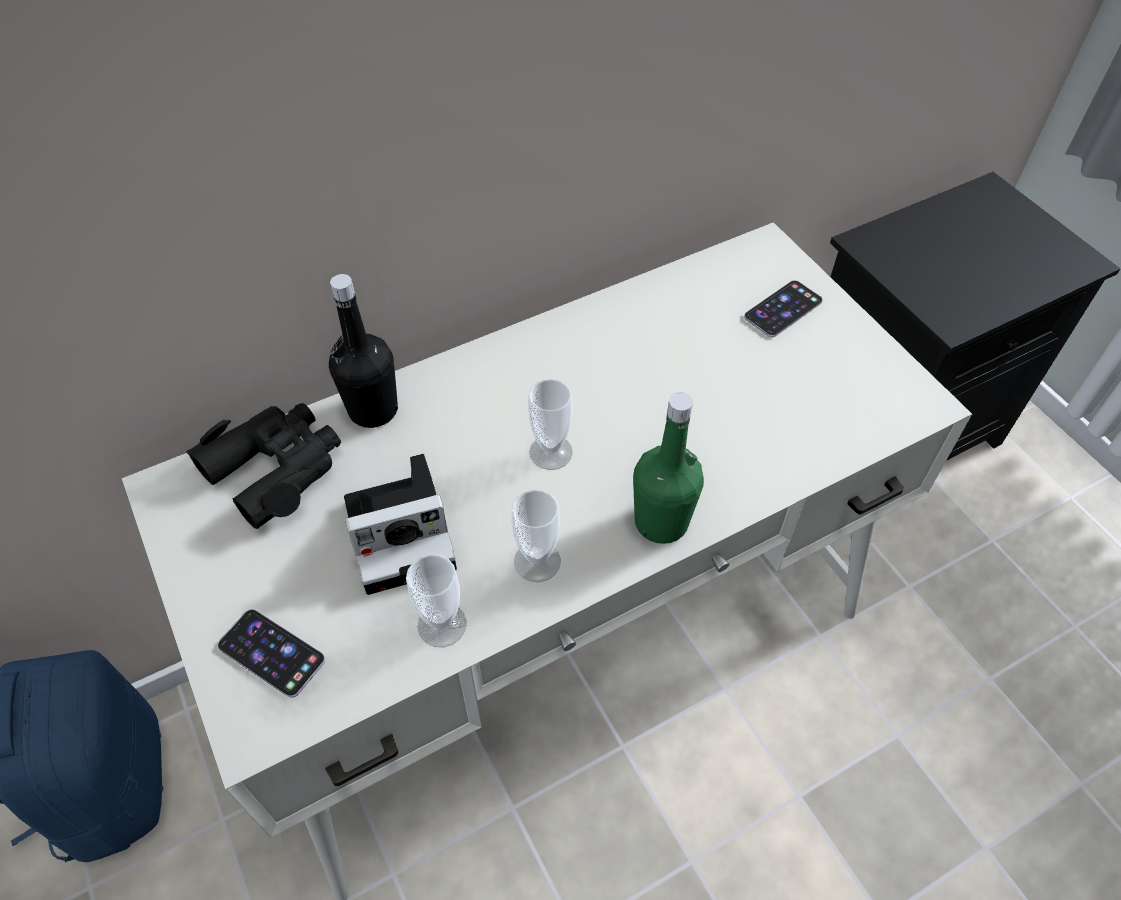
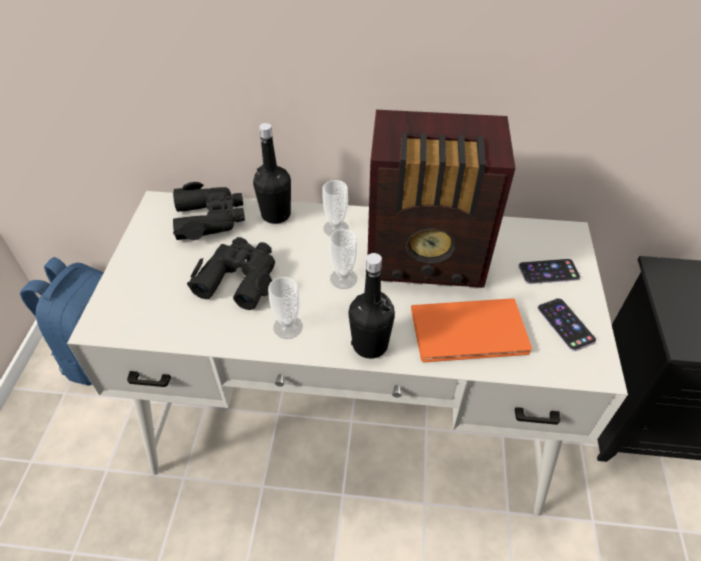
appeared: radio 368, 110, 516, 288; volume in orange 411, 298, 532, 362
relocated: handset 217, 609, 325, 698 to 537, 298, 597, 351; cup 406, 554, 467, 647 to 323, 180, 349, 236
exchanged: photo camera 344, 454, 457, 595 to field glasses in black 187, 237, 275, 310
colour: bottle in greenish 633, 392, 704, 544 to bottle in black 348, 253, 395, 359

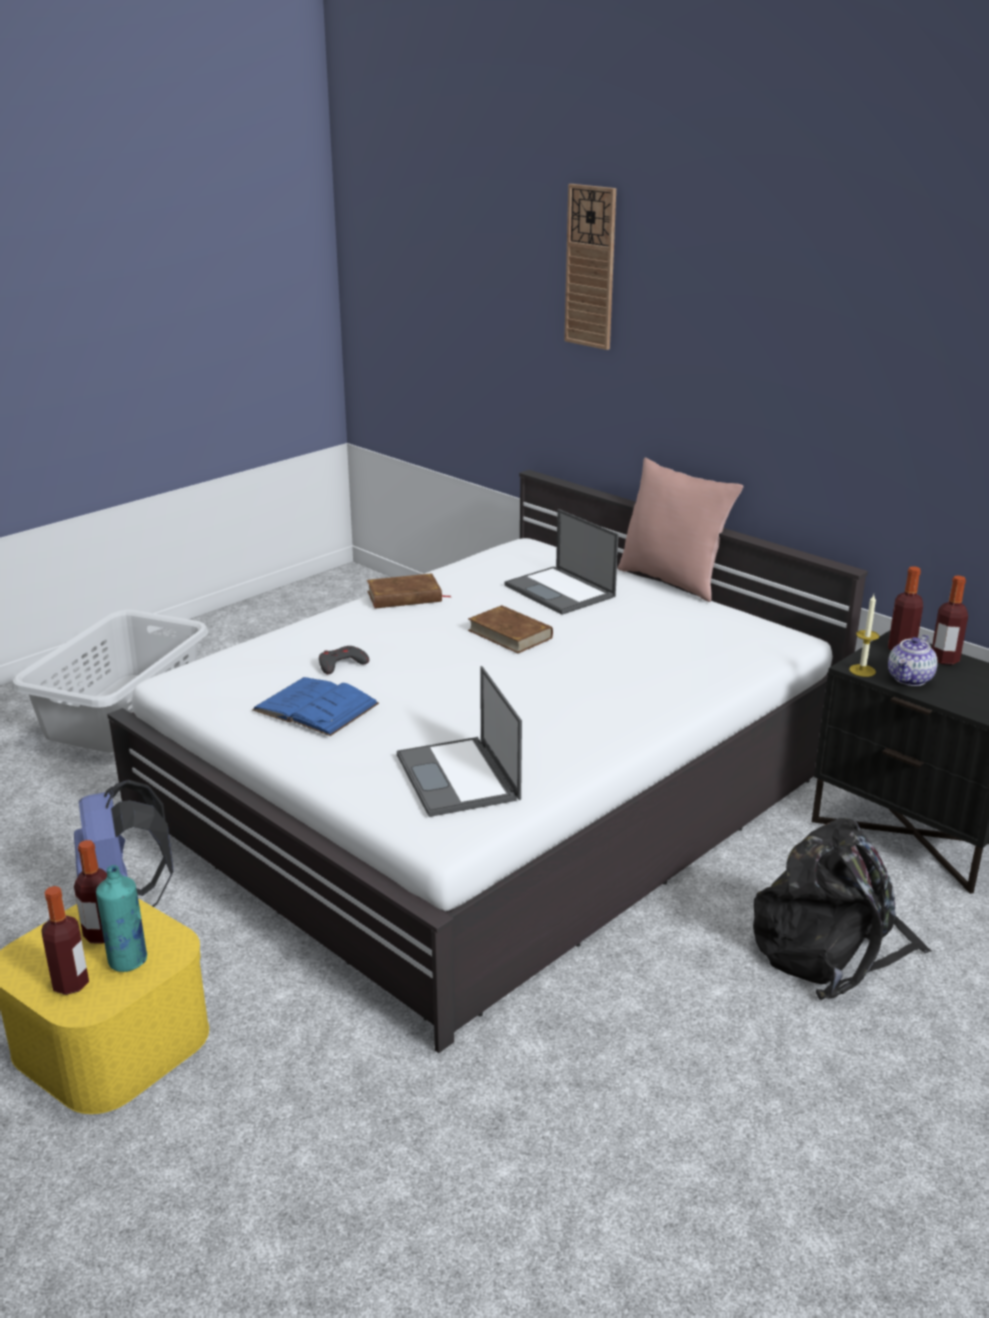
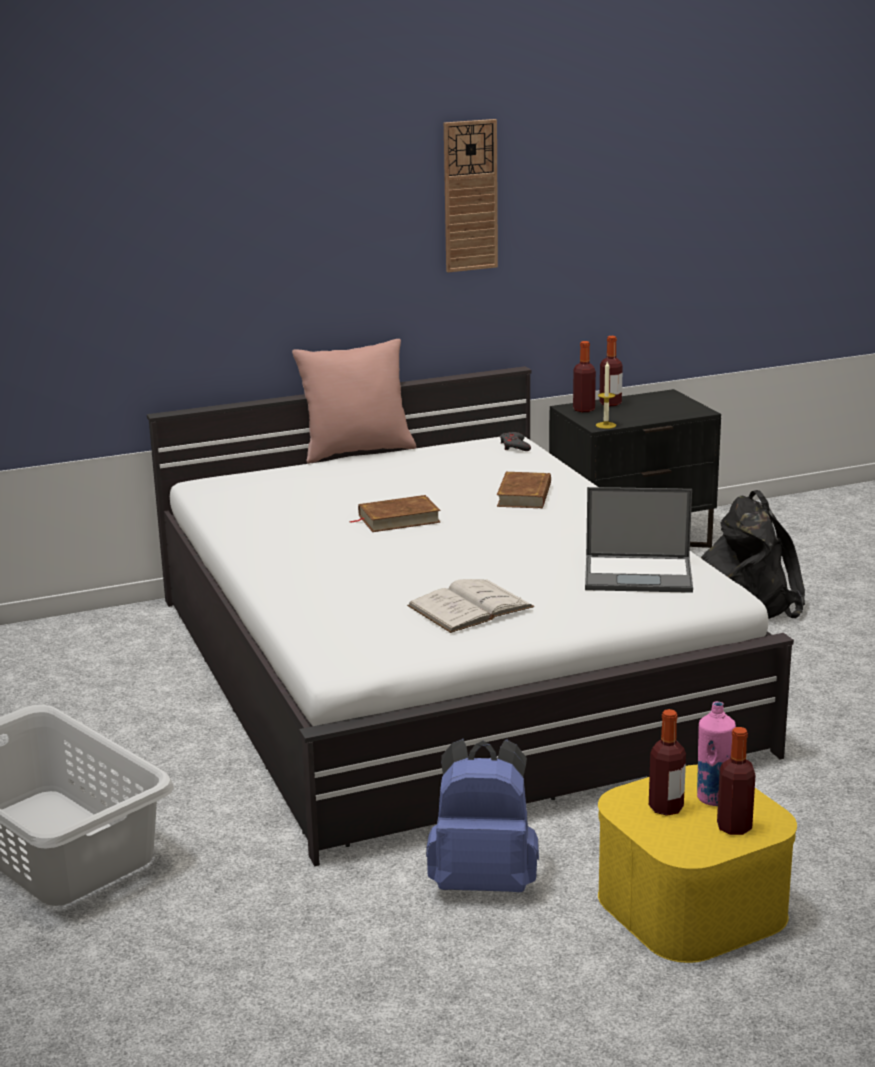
missing: notebook computer 504, 509, 619, 615; teapot 888, 635, 938, 686
relocated: gamepad in gray 319, 646, 369, 674 to 500, 432, 531, 451; volume in brown-coloured 367, 573, 451, 609 to 497, 472, 551, 508; wall clock 564, 184, 616, 350 to 444, 119, 498, 272
colour: bottle in blue-green 96, 865, 147, 972 to bottle in pink 697, 701, 736, 806; volume in bluish 252, 677, 379, 736 to volume in white 407, 579, 534, 633

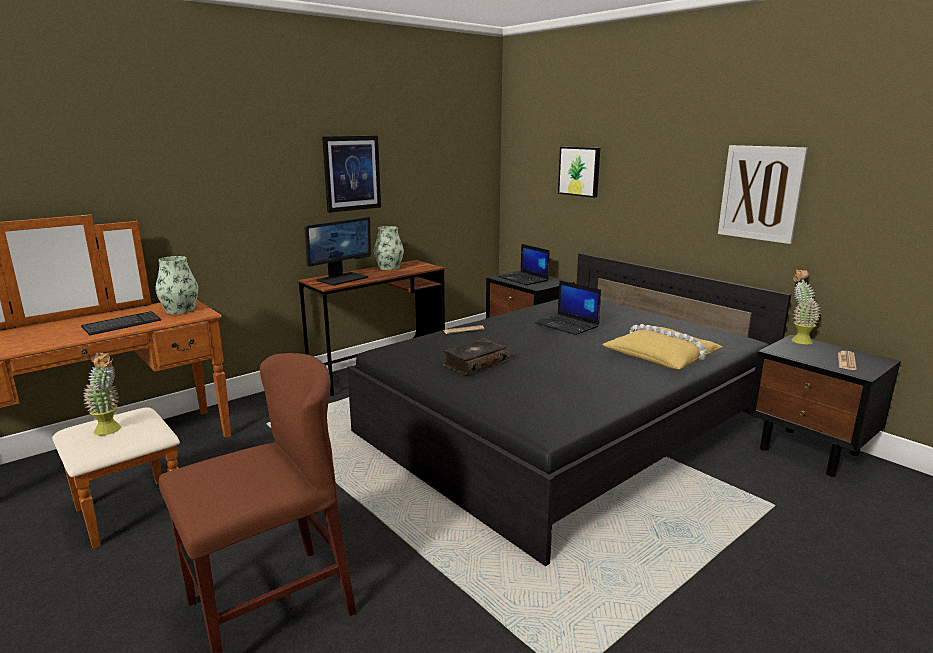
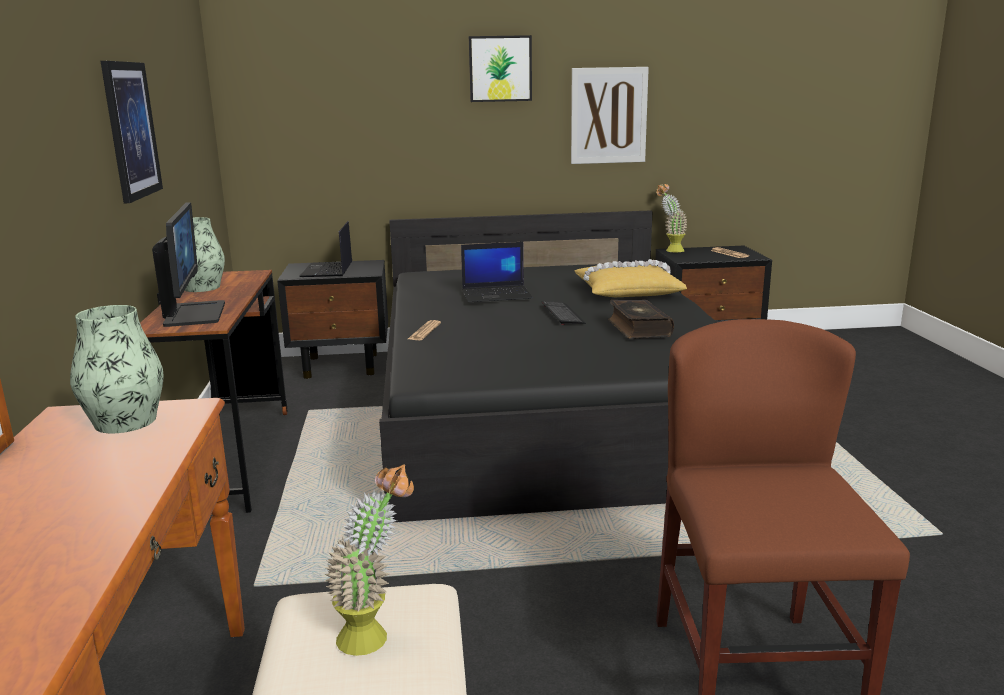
relocated: PC keyboard 81, 311, 161, 336 to 542, 301, 586, 325; volume 443, 337, 510, 376 to 608, 300, 674, 339; wall art 558, 147, 600, 198 to 469, 35, 532, 102
spun: notebook computer 499, 244, 550, 285 = 299, 221, 352, 277 90 degrees clockwise

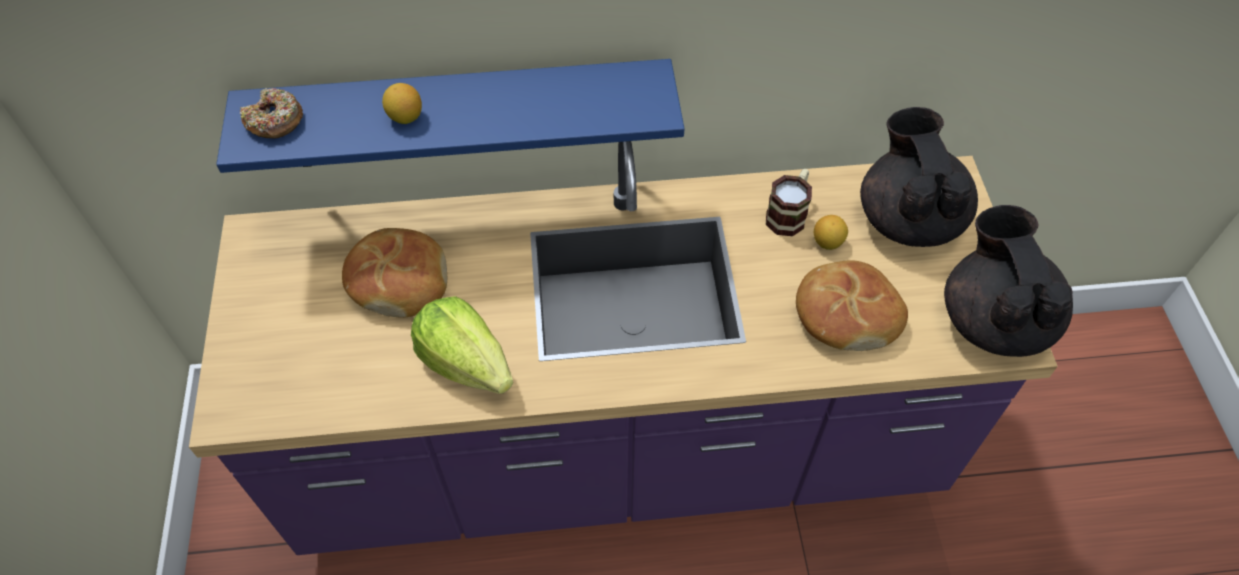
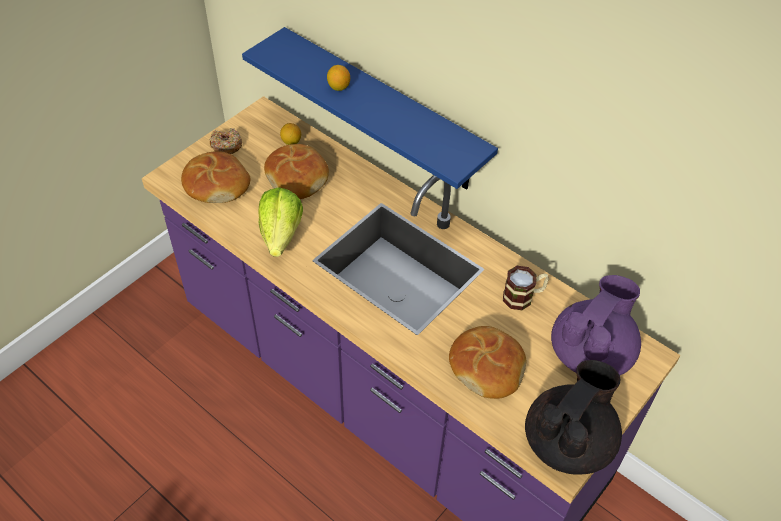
appeared: baked bread 181, 151, 251, 203
relocated: ring doughnut 240, 88, 303, 138 to 210, 128, 242, 154; citrus fruit 814, 215, 848, 250 to 280, 123, 301, 145
colour: teapot in black 860, 107, 978, 247 to teapot in purple-coloured 551, 275, 641, 375

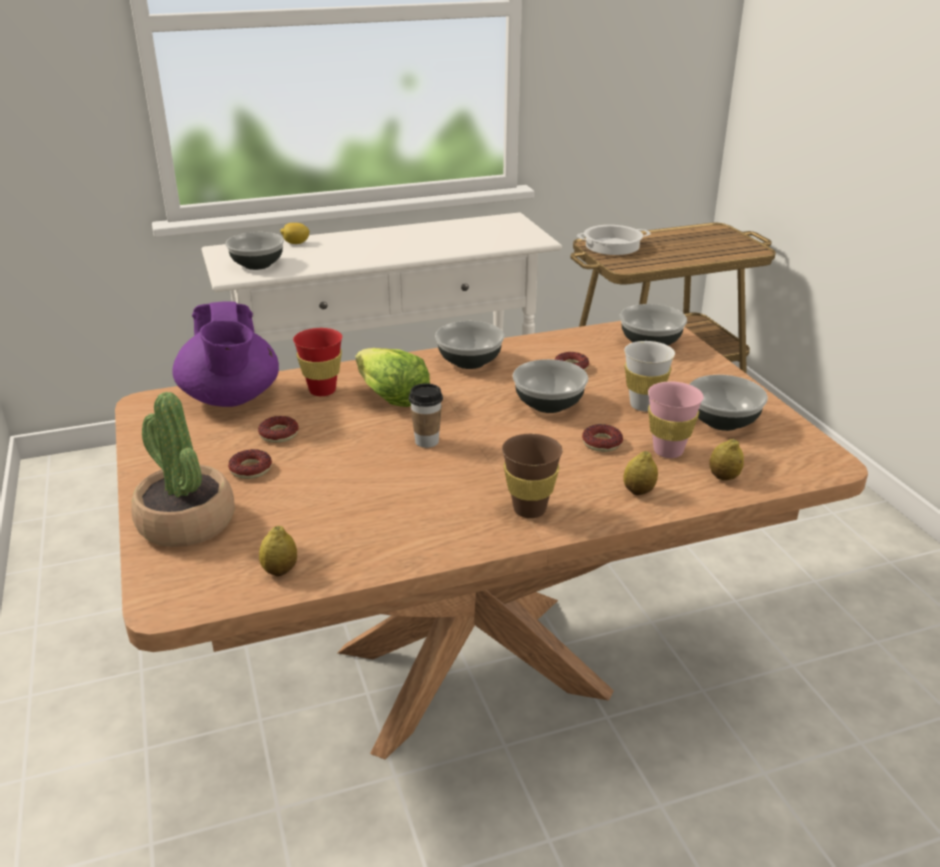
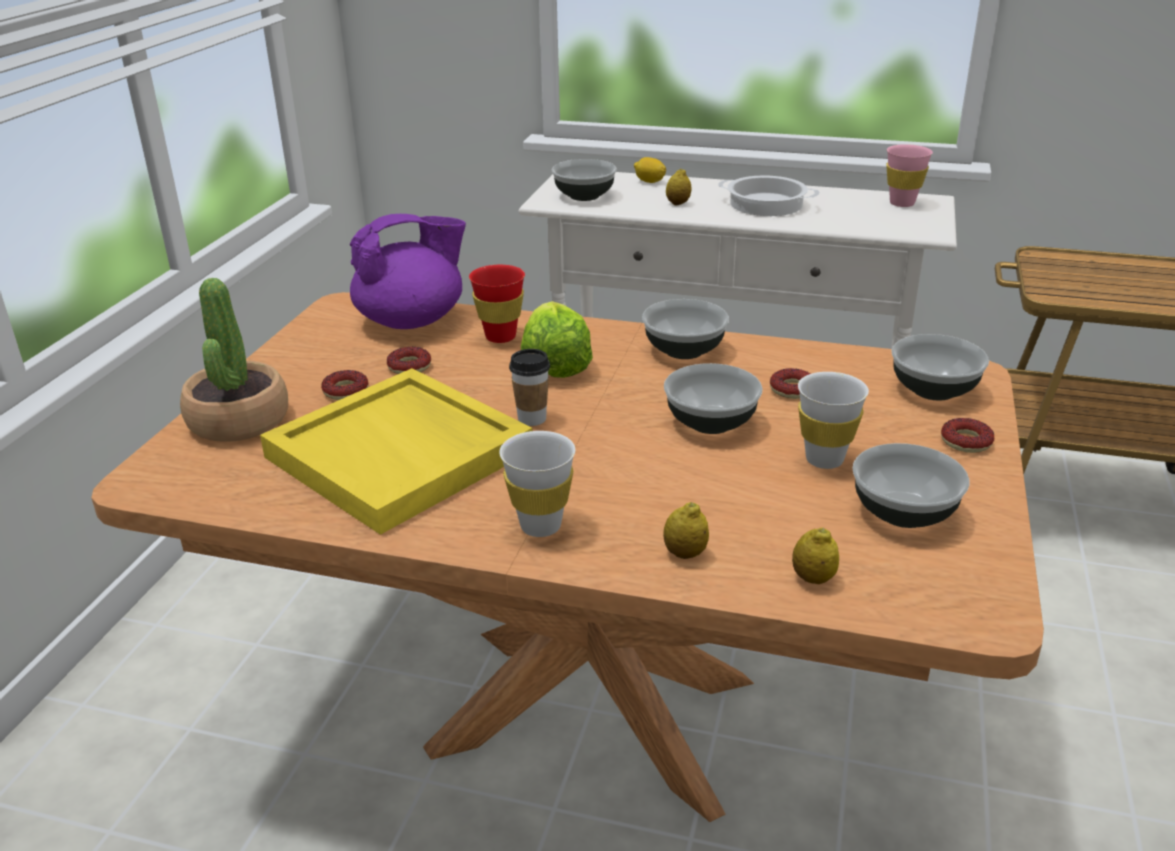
appeared: carrying tray in yellow 260, 368, 532, 535
relocated: citrus fruit 259, 526, 297, 577 to 666, 169, 691, 205; saucepot 577, 225, 651, 255 to 718, 176, 820, 216; ring doughnut 582, 424, 623, 452 to 941, 418, 994, 453; cup in pink 648, 381, 704, 458 to 886, 144, 933, 207
colour: cup in brown-coloured 502, 434, 562, 518 to cup in white 499, 431, 575, 537
spun: teapot in purple-coloured 172, 301, 279, 407 = 350, 214, 466, 329 135 degrees counterclockwise

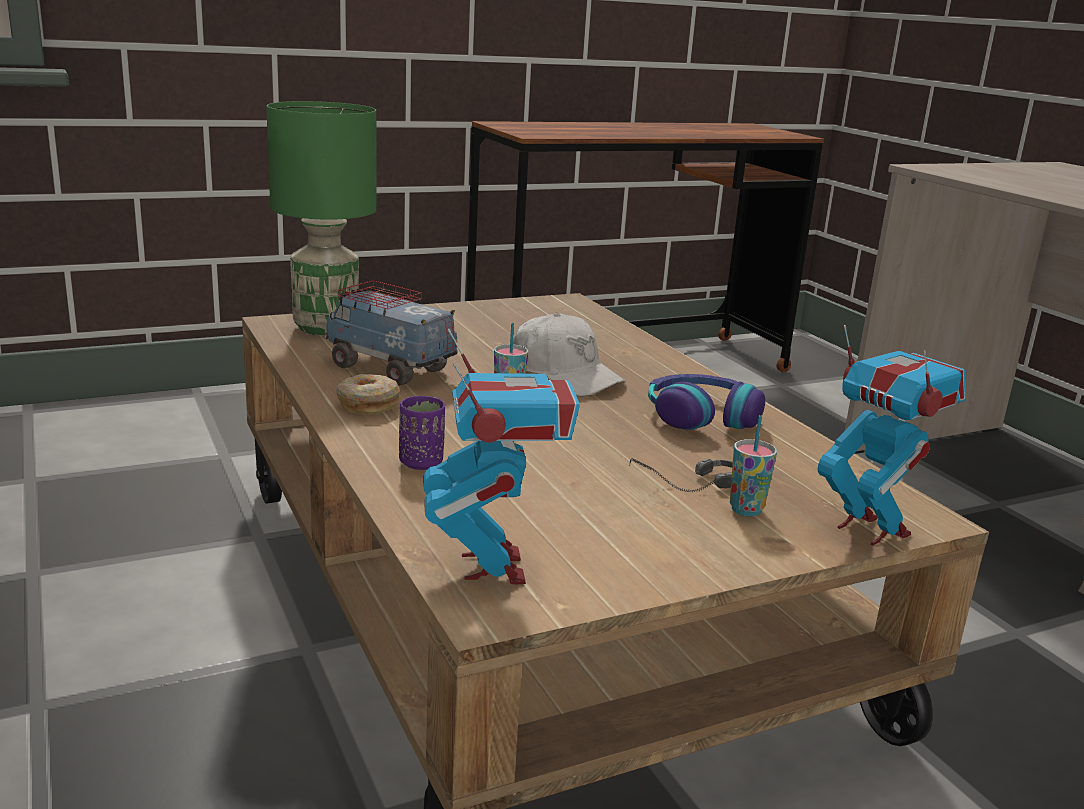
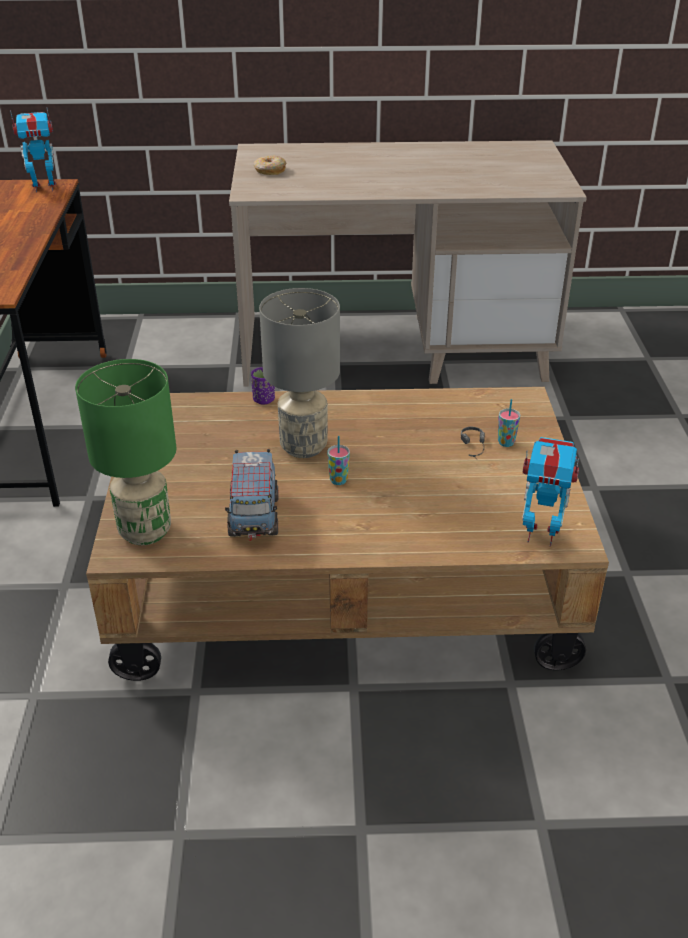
missing: headset 648, 374, 765, 430
relocated: ring doughnut 336, 374, 400, 414 to 254, 155, 286, 175; cup in purple-coloured 399, 396, 445, 470 to 251, 367, 275, 405; toy robot 817, 325, 966, 546 to 10, 107, 56, 193
exchanged: peaked cap in white 513, 312, 626, 397 to lamp for a table in gray 259, 288, 340, 458
spun: toy truck 324, 280, 457, 386 = 225, 449, 279, 541 60 degrees counterclockwise

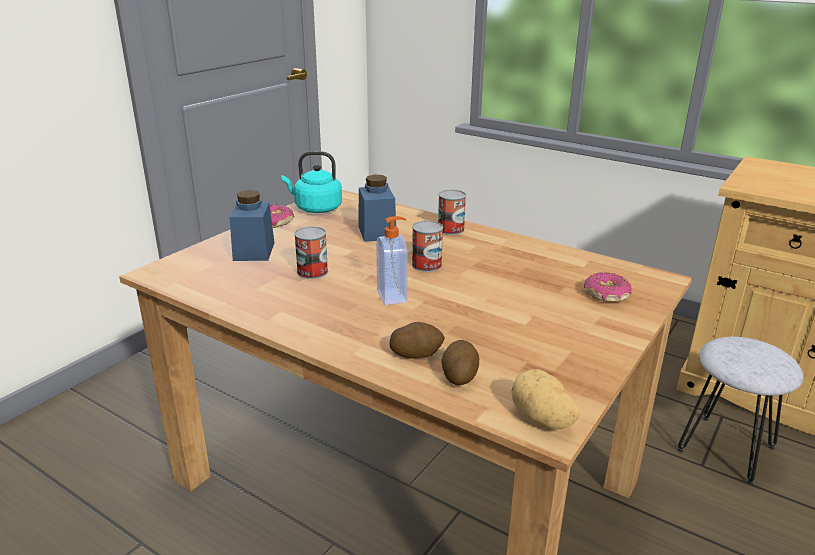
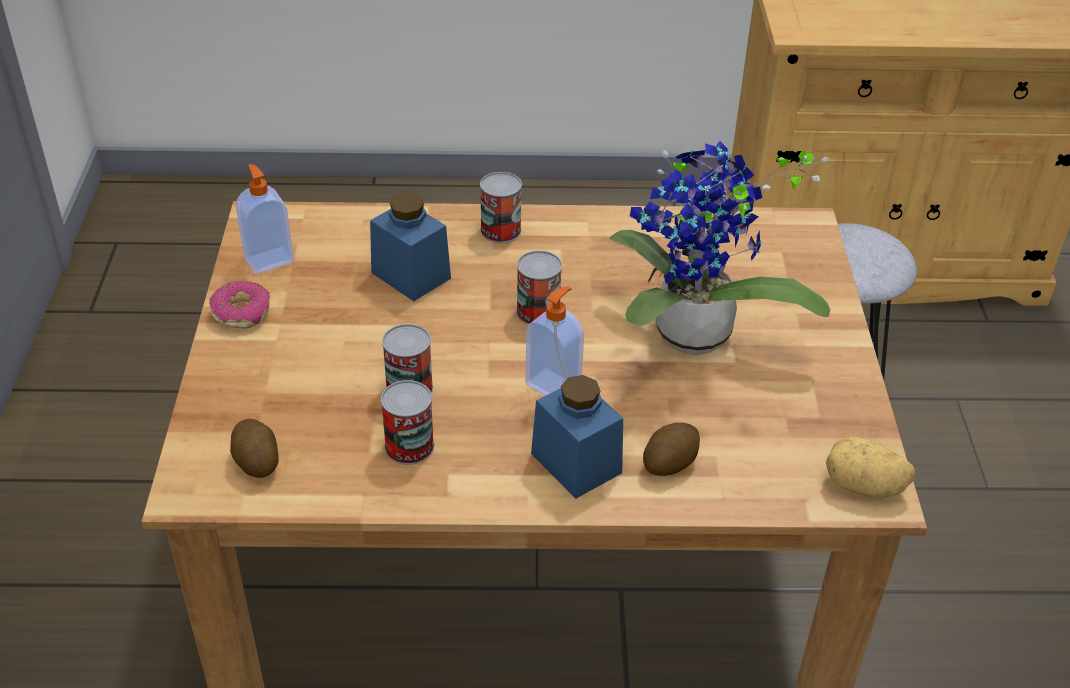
missing: ring doughnut 584, 272, 632, 302
appeared: can 381, 380, 434, 465; plant in a pot 610, 141, 830, 355
relocated: storage jar in bluish 229, 190, 275, 261 to 531, 375, 623, 499; spud 441, 340, 479, 385 to 230, 419, 279, 478
exchanged: water kettle in blue-green 281, 151, 342, 213 to soap dispenser 236, 164, 294, 274

